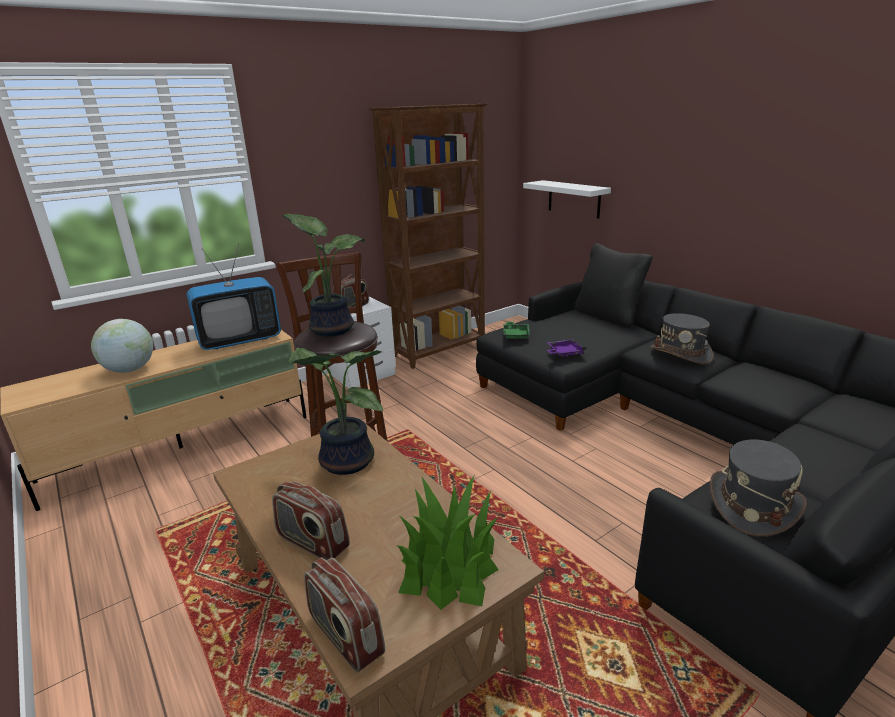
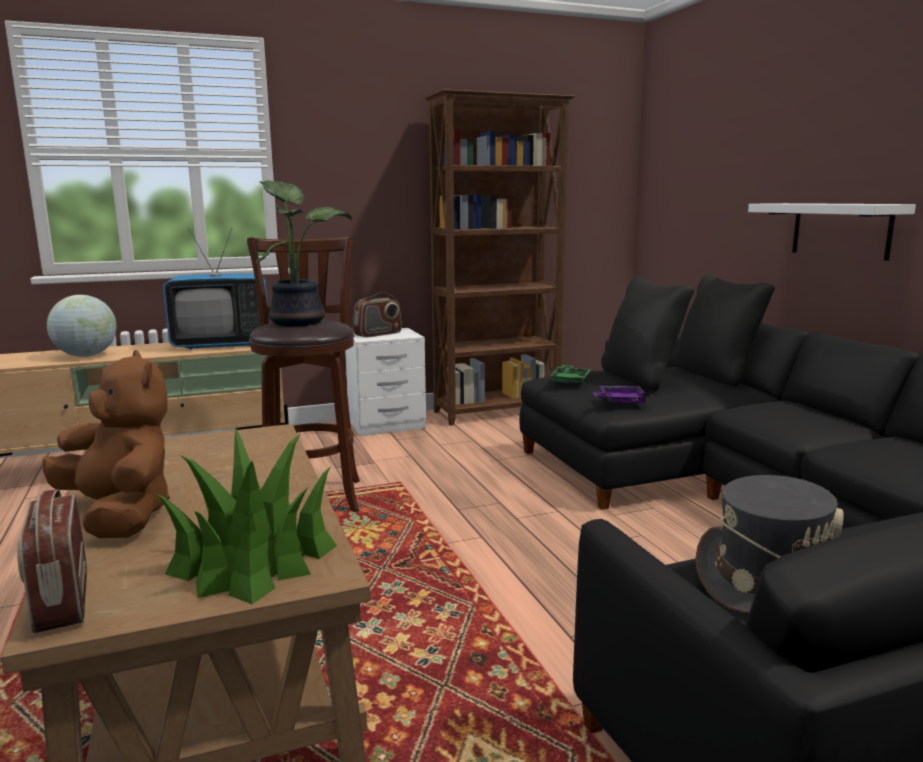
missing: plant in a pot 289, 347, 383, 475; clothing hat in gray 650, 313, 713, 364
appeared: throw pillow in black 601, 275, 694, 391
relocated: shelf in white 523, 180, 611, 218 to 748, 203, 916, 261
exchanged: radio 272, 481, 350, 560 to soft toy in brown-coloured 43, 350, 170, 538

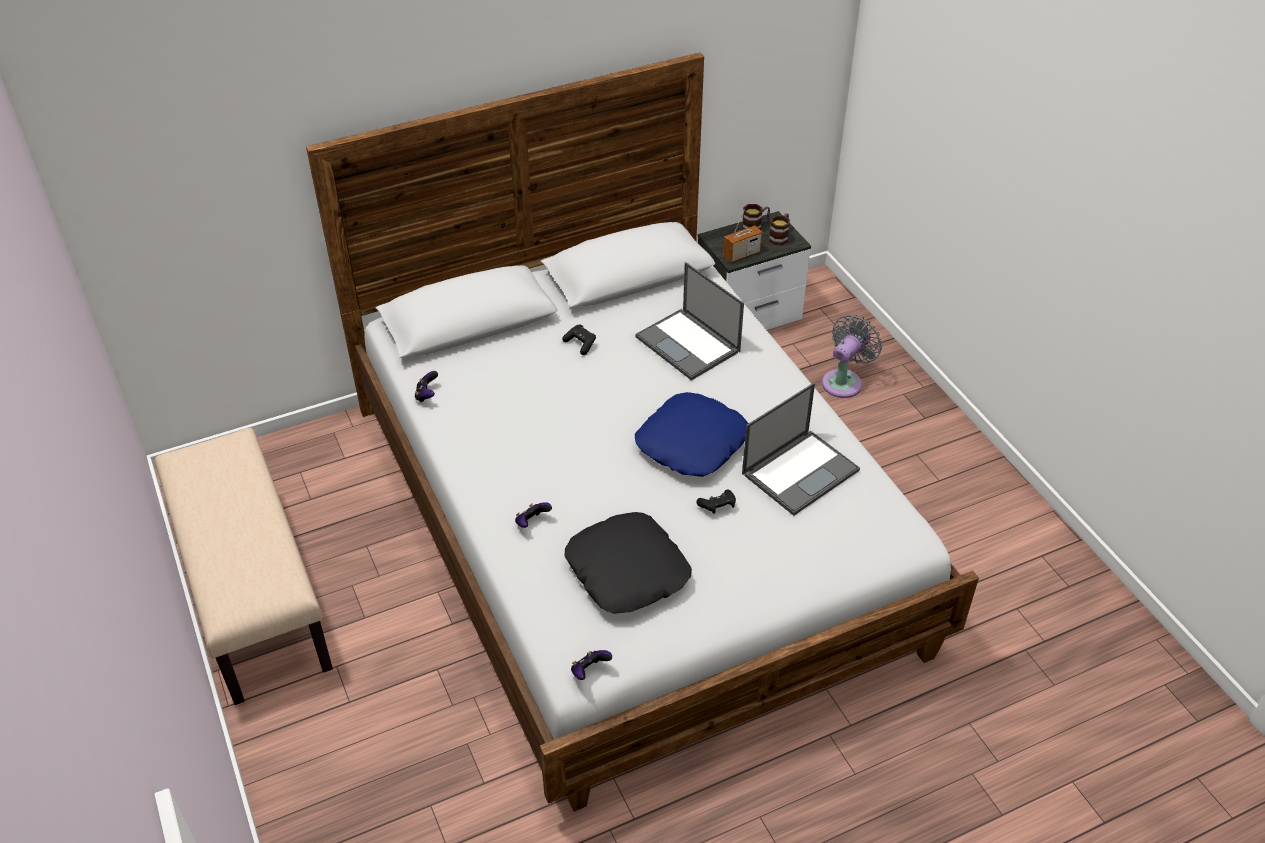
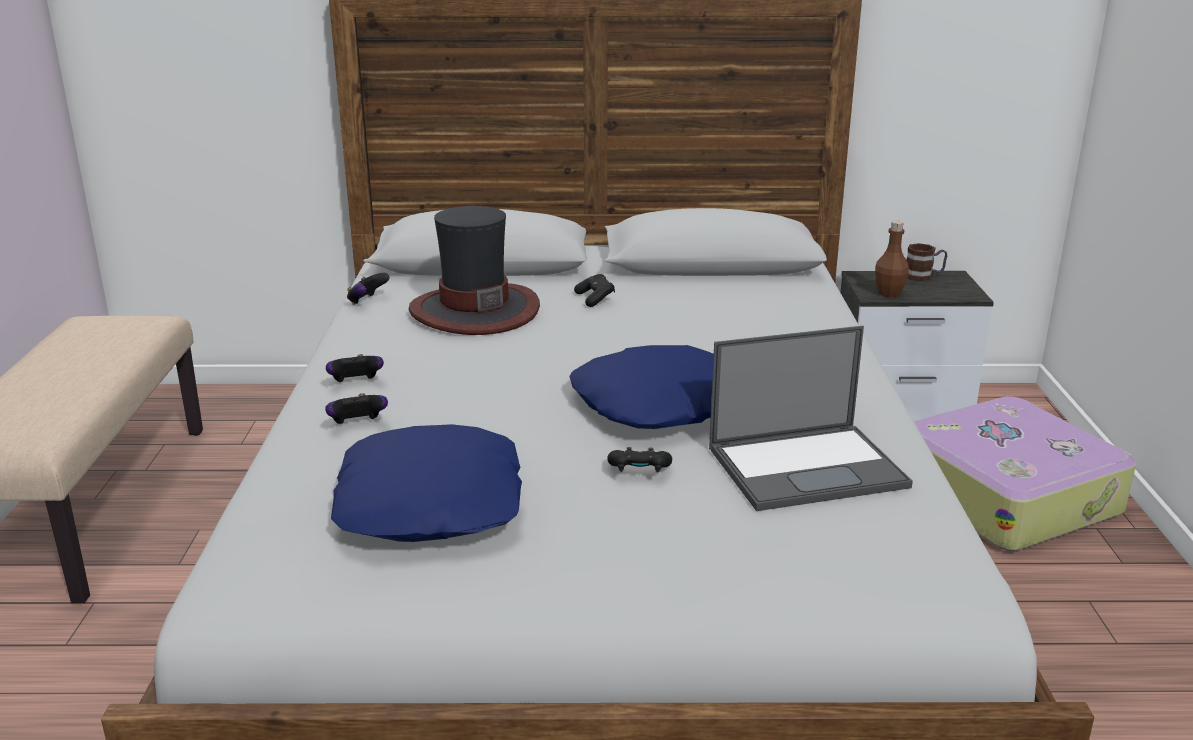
missing: notebook computer 635, 262, 744, 380; tea mug 769, 213, 790, 245
appeared: clothing hat 409, 206, 540, 335
relocated: gamepad 571, 650, 612, 680 to 326, 354, 384, 382
exchanged: radio 723, 204, 763, 263 to bottle in brown-coloured 875, 220, 909, 297; fan in gray 822, 315, 882, 398 to travel case 914, 396, 1136, 551
colour: throw pillow in black 565, 512, 692, 614 to throw pillow in bluish 331, 424, 522, 542

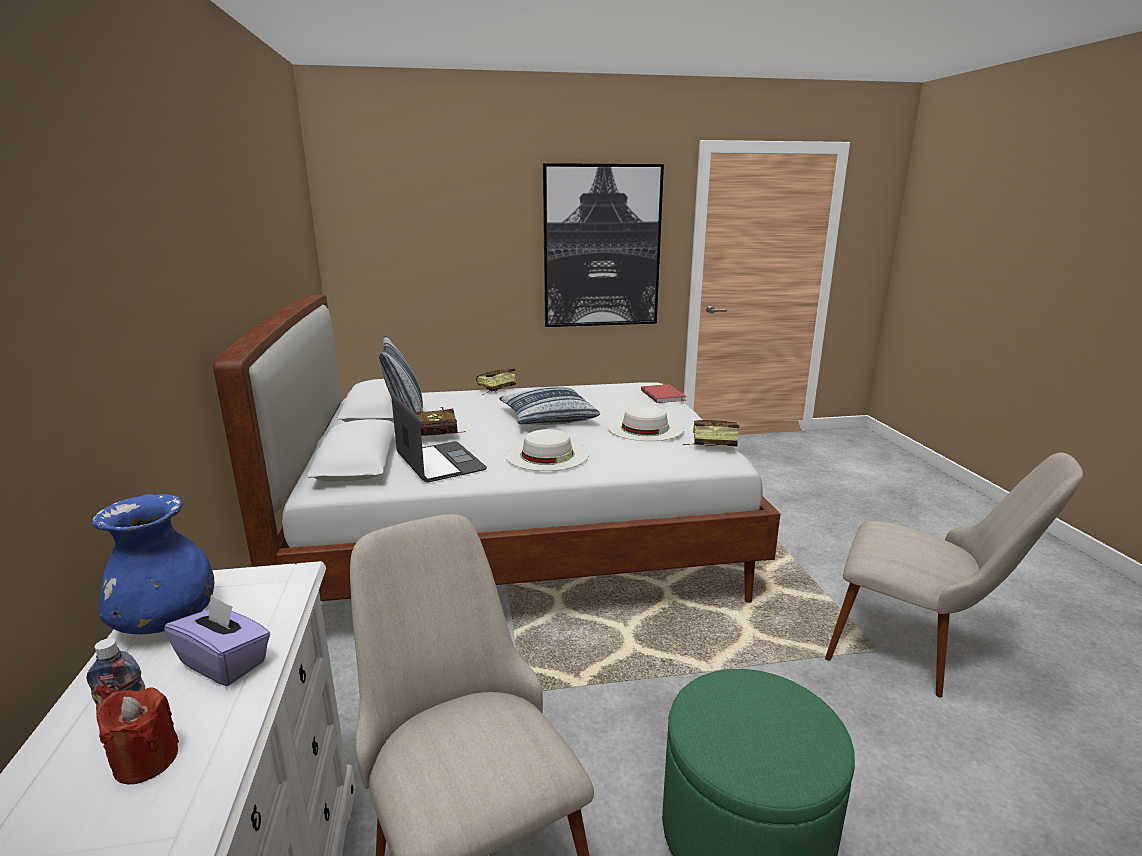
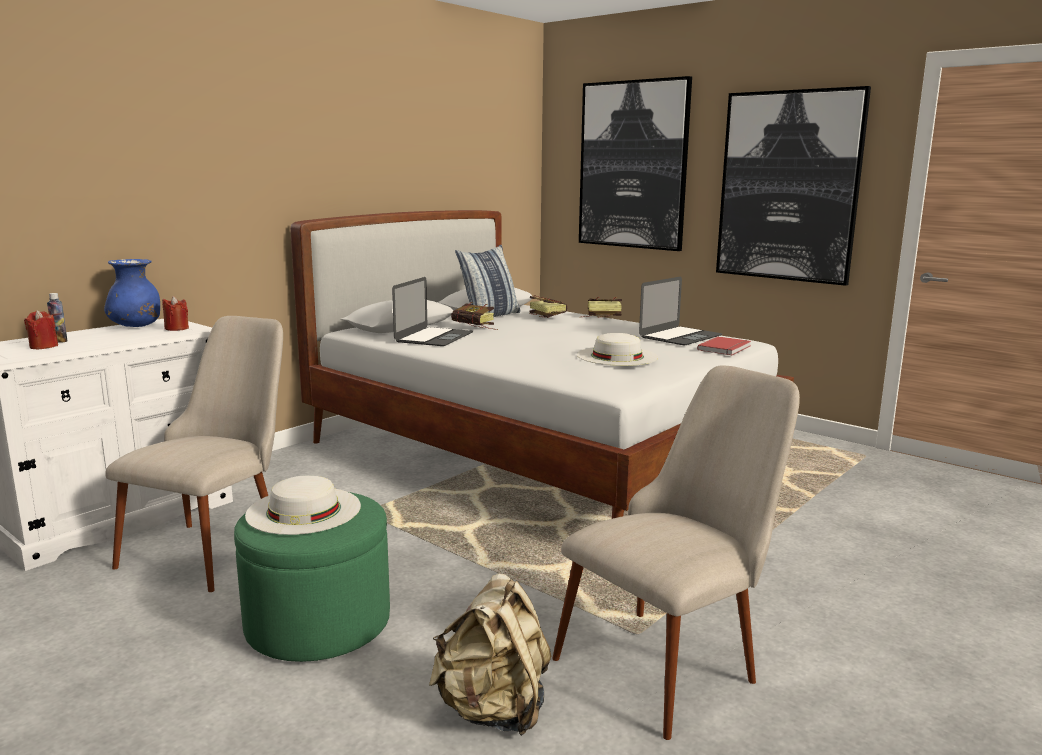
missing: tissue box in purple-coloured 164, 595, 270, 686; throw pillow 499, 387, 600, 425
appeared: candle in red 162, 296, 189, 331; knapsack in beige 429, 573, 551, 736; wall art 579, 76, 692, 251; notebook computer 639, 277, 722, 345
relocated: clothing hat in white 505, 429, 589, 471 to 245, 475, 361, 535; volume 683, 420, 739, 446 to 529, 295, 567, 318
spun: upright chair in beige 825, 453, 1083, 698 = 552, 365, 800, 740 120 degrees counterclockwise

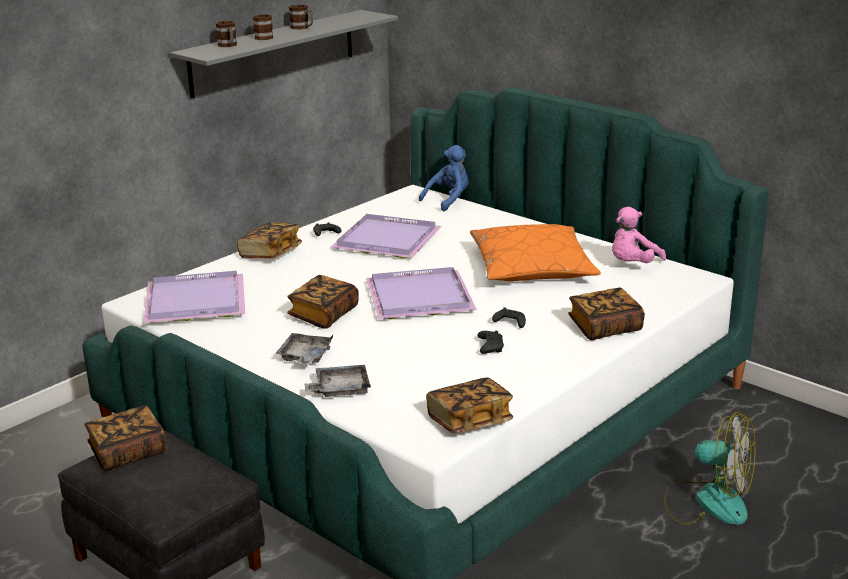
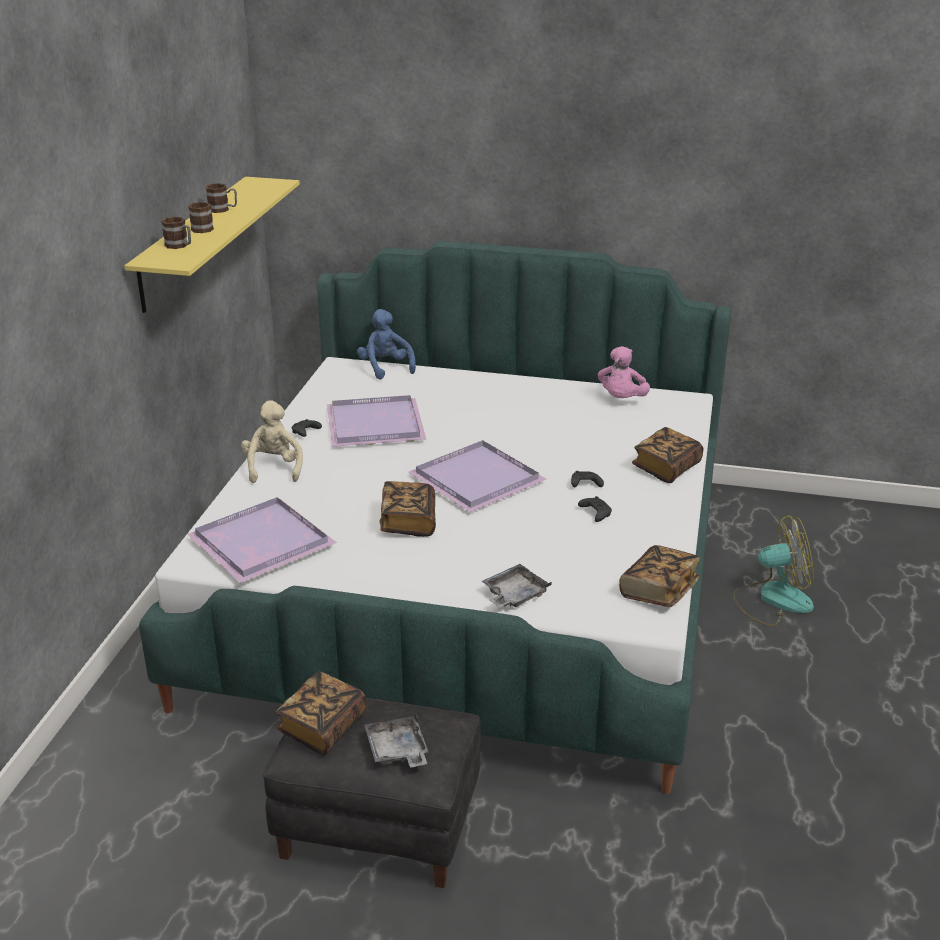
missing: throw pillow in orange 470, 224, 601, 281
relocated: carrying tray in gray 275, 333, 333, 365 to 364, 712, 429, 767
exchanged: volume 237, 222, 302, 258 to soft toy in beige 241, 401, 303, 483
colour: shelf in gray 170, 10, 398, 98 to shelf in yellow 124, 177, 300, 313
spun: soft toy in bluish 419, 145, 469, 212 = 357, 309, 416, 380 45 degrees counterclockwise

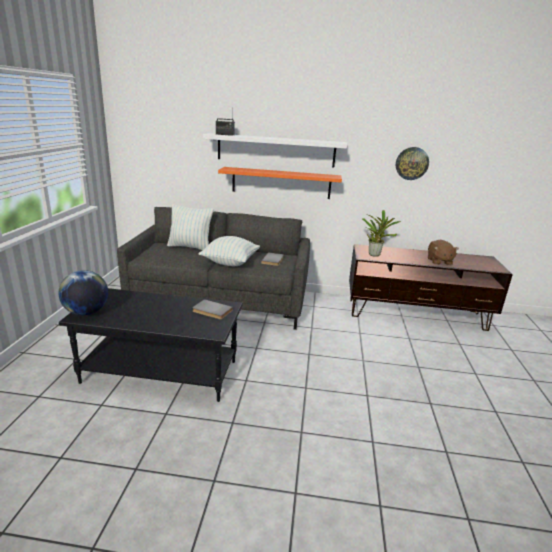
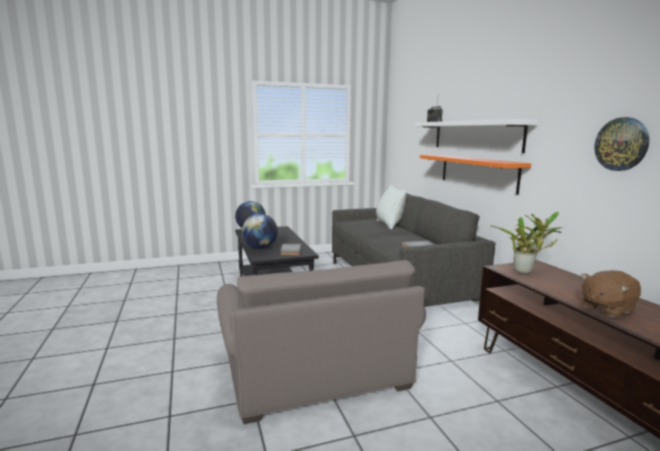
missing: throw pillow 198, 236, 260, 266
appeared: lounge chair in gray 217, 260, 426, 424; globe 242, 214, 278, 249

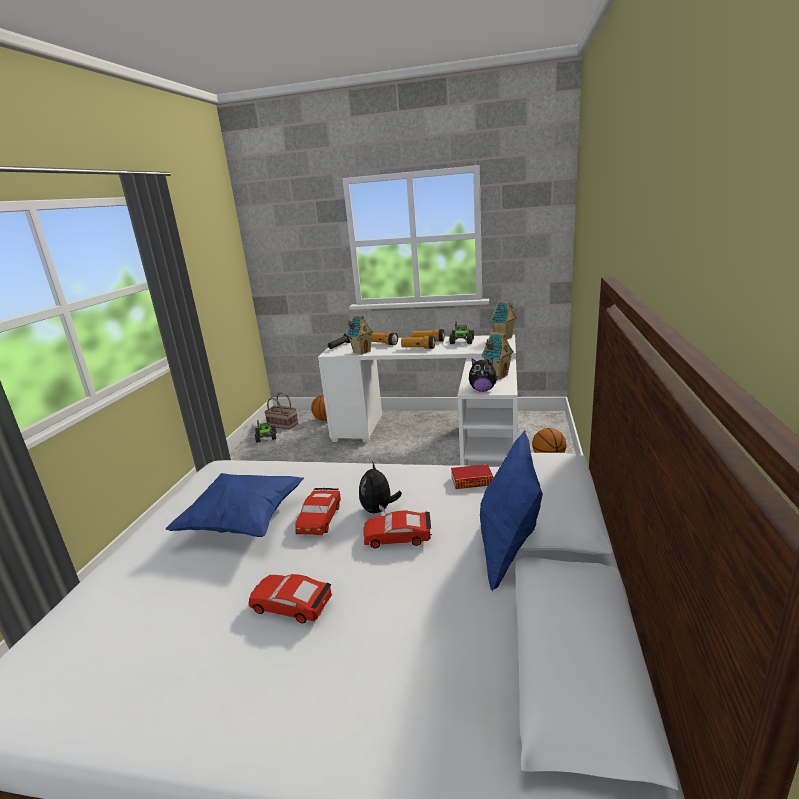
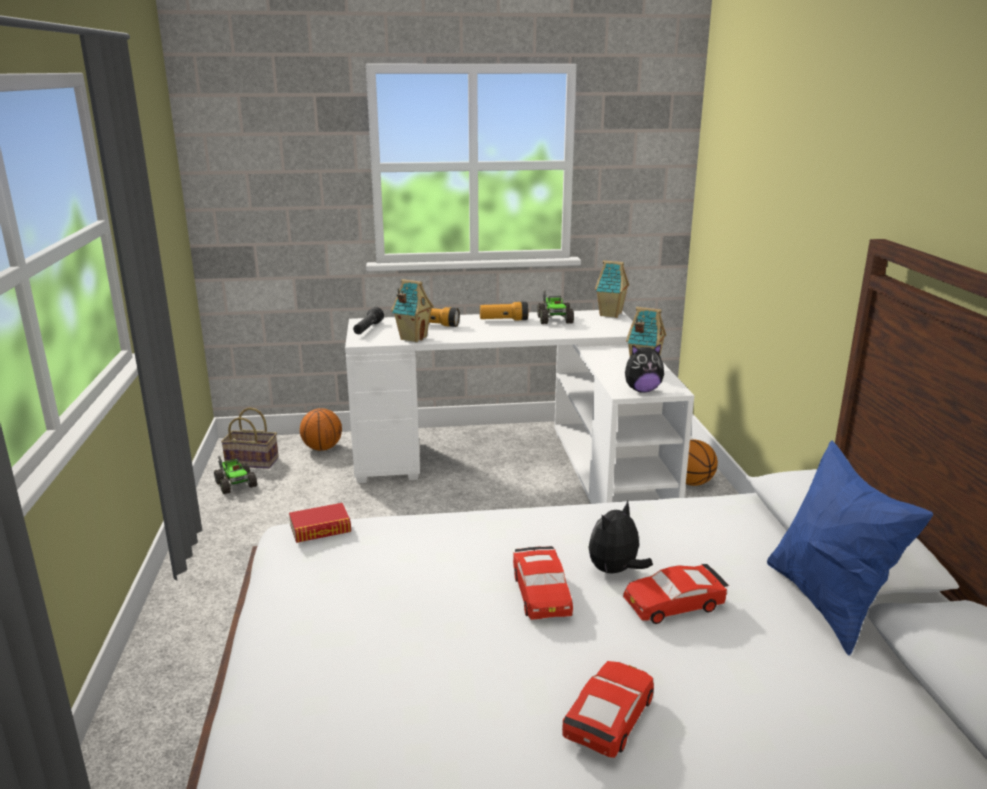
missing: throw pillow in bluish 166, 473, 304, 537; hand torch 401, 336, 435, 349
relocated: volume 451, 464, 493, 489 to 289, 503, 351, 543
spun: toy car in red 249, 574, 332, 623 = 562, 661, 654, 758 120 degrees clockwise; soft toy 359, 461, 402, 513 = 589, 501, 653, 574 60 degrees clockwise

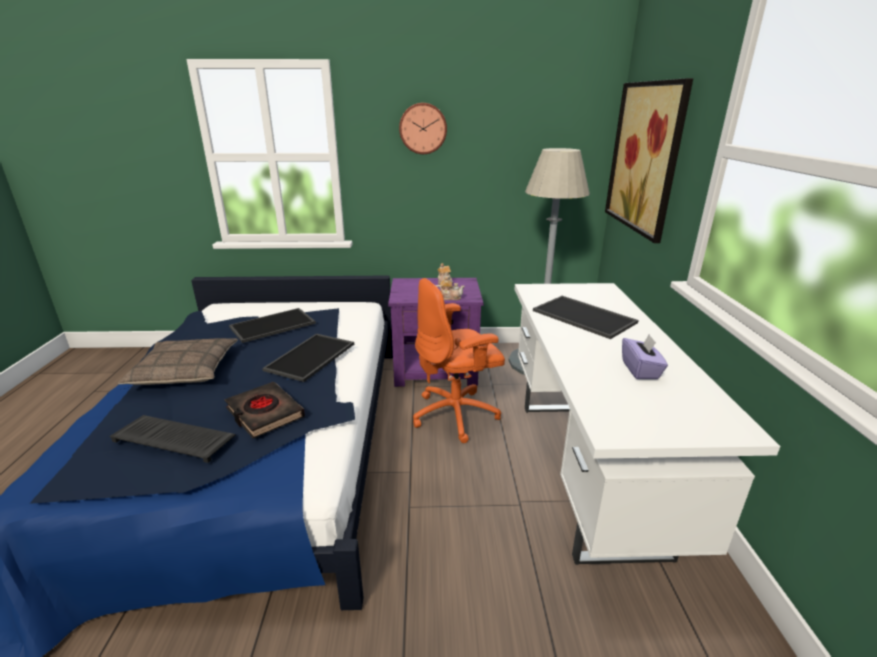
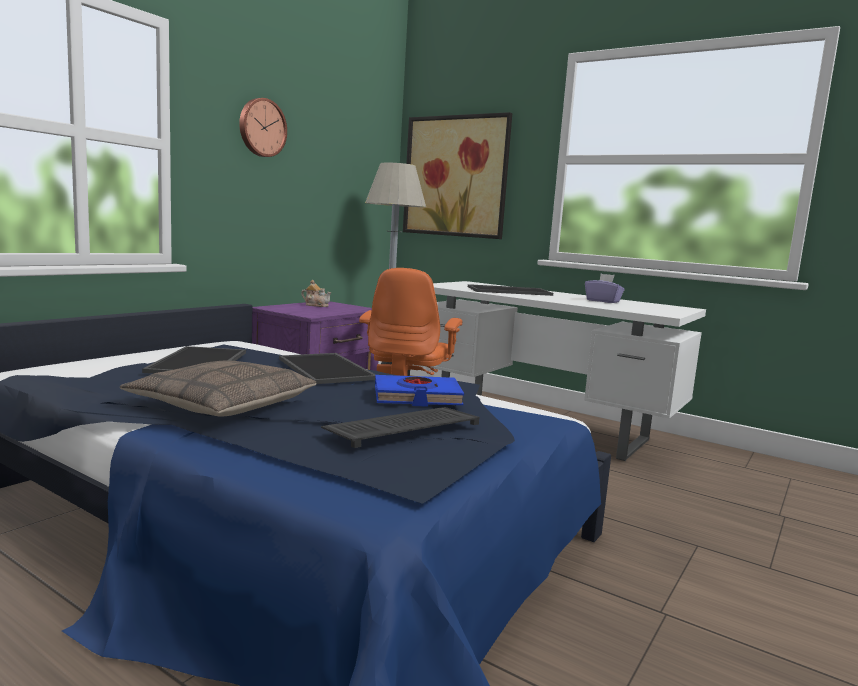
missing: teapot 435, 276, 465, 300
colour: volume in black 224, 382, 305, 438 to volume in bluish 375, 375, 464, 407

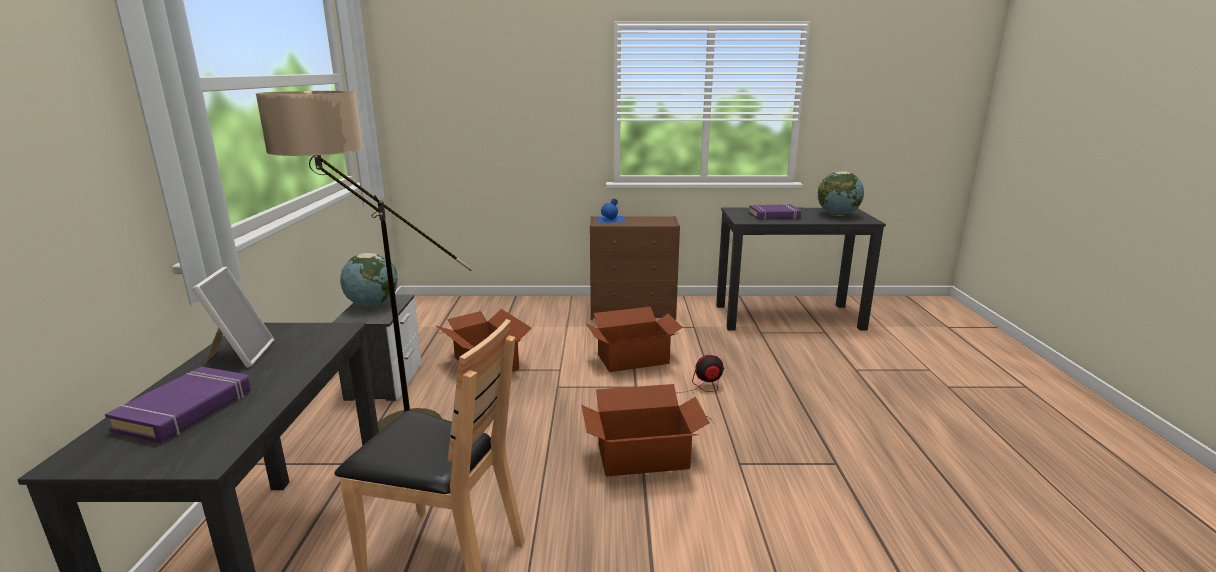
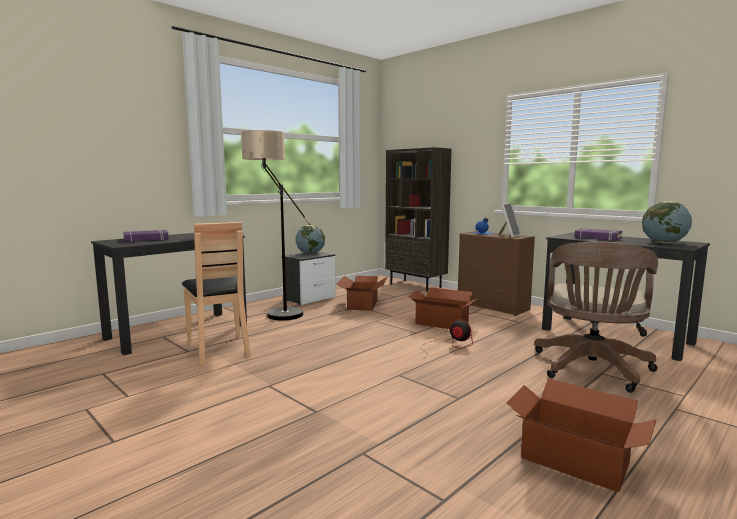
appeared: bookcase in brown-coloured 385, 147, 452, 292; computer chair in brown-coloured 534, 241, 658, 393
relocated: picture frame 192, 267, 274, 368 to 497, 203, 522, 238; packing box 582, 384, 710, 477 to 507, 379, 656, 492

